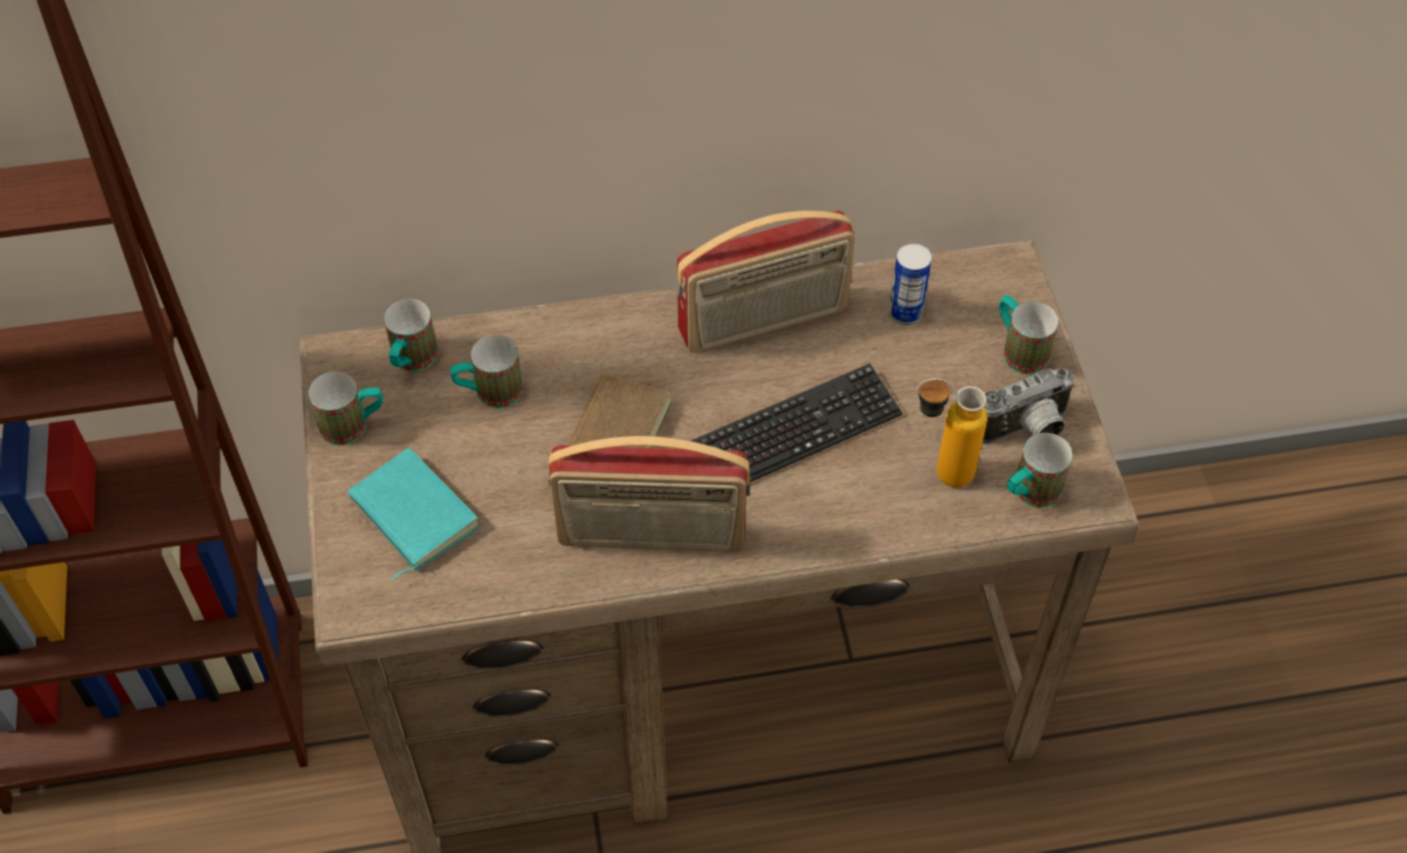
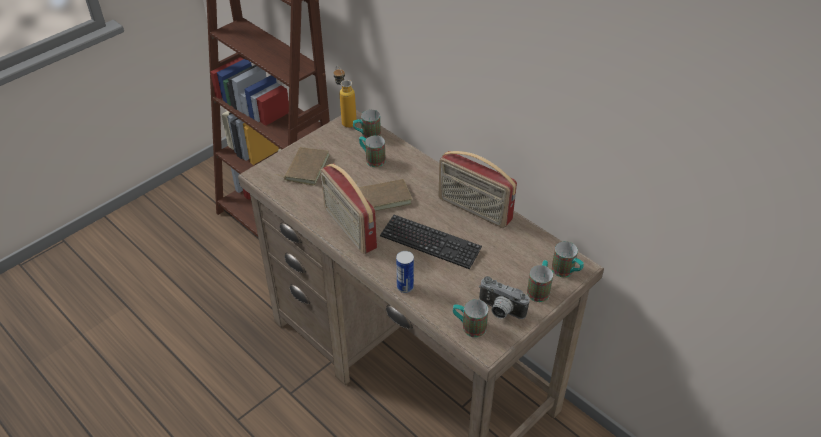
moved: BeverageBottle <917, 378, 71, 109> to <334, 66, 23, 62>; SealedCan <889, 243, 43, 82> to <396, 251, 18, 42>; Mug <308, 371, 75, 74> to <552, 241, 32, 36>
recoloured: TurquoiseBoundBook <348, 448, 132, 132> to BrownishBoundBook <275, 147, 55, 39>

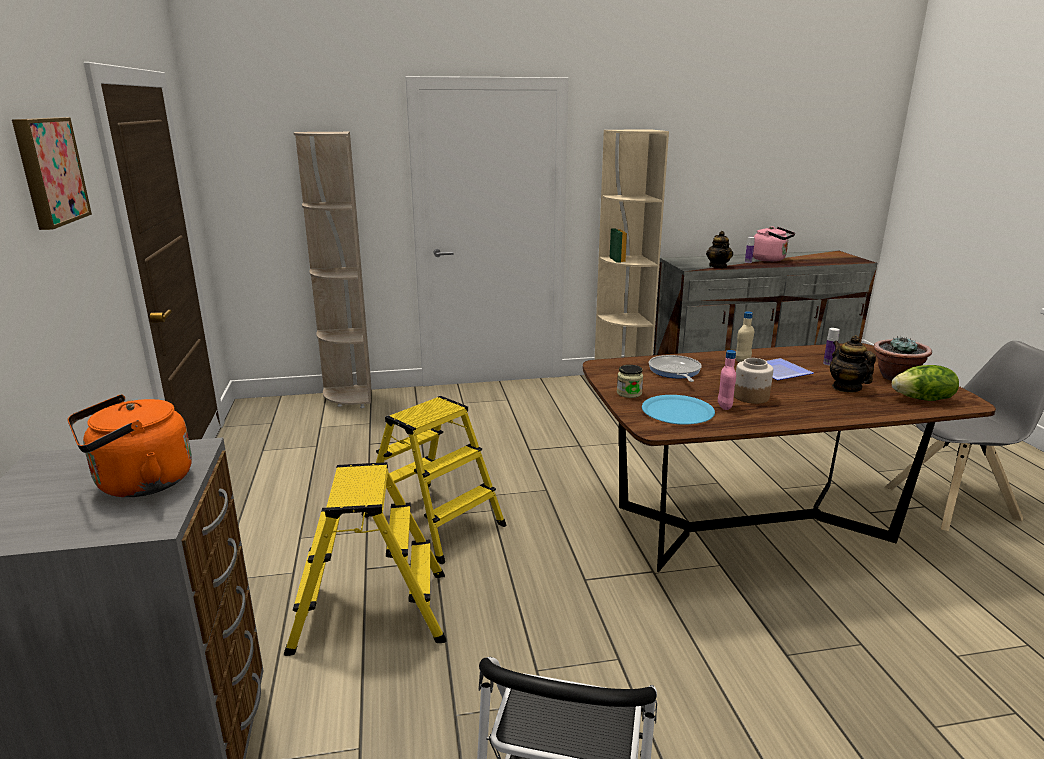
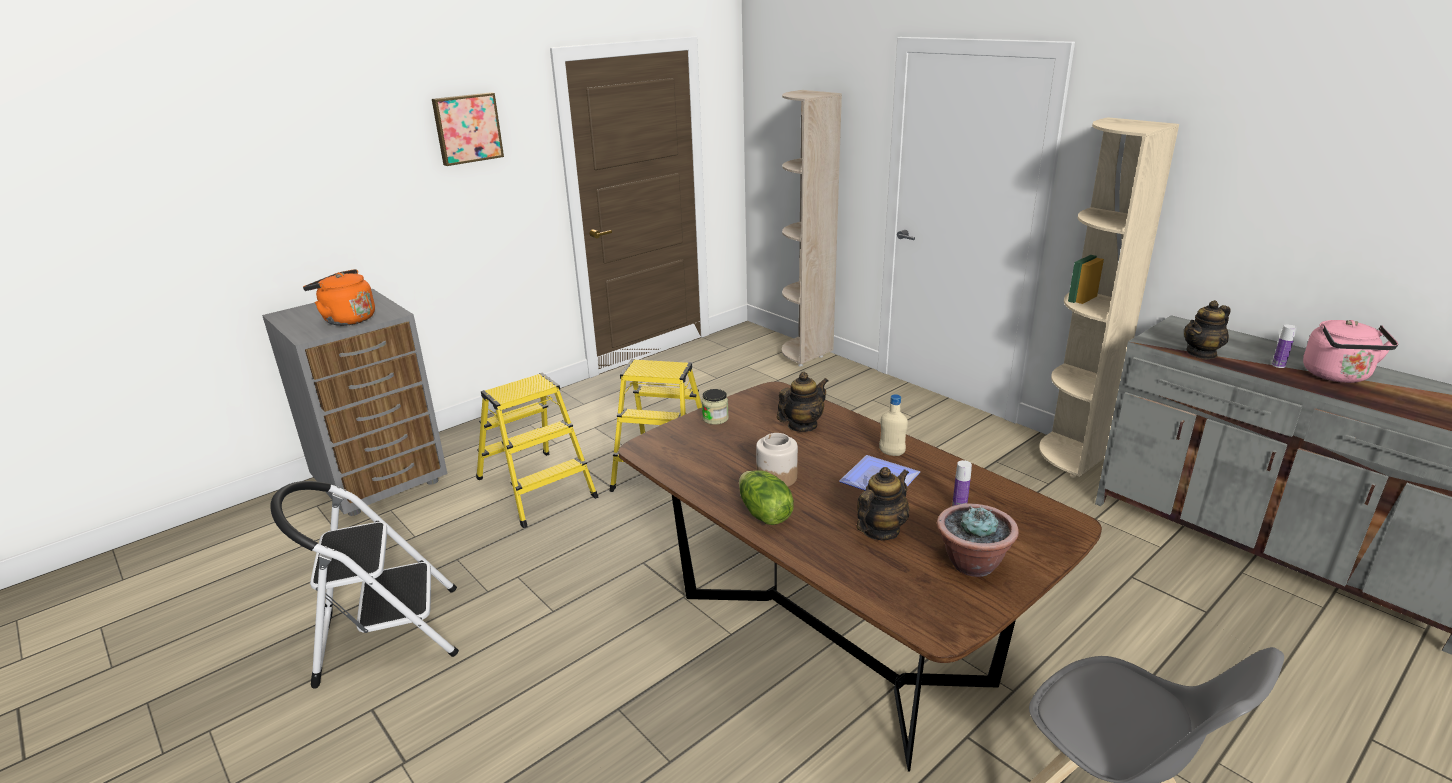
removed: BlueColouredFlatDish <642, 395, 73, 30>; PinkishBeverageBottle <718, 350, 18, 60>
moved: Lettuce <892, 365, 67, 36> to <739, 470, 55, 55>
replaced: Skillet <649, 355, 53, 27> to Teapot <777, 372, 51, 60>

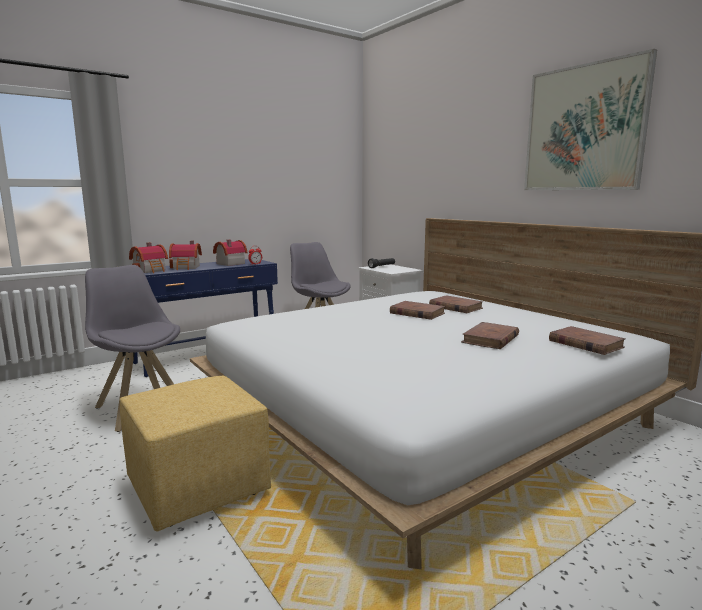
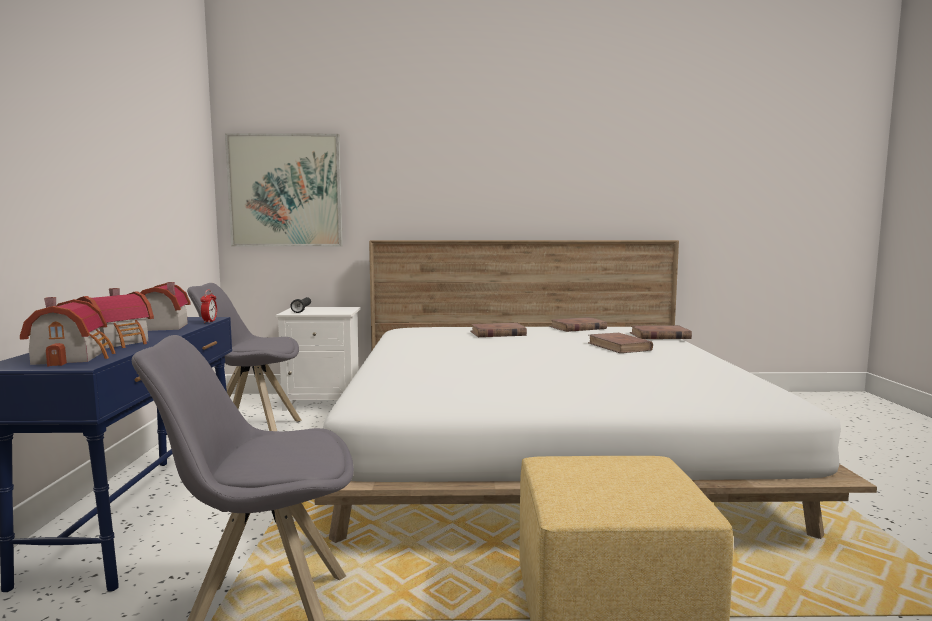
moved: WallPicture <524, 49, 133, 141> to <225, 133, 118, 114>; BrownishBoundBook <390, 301, 55, 19> to <550, 317, 57, 15>

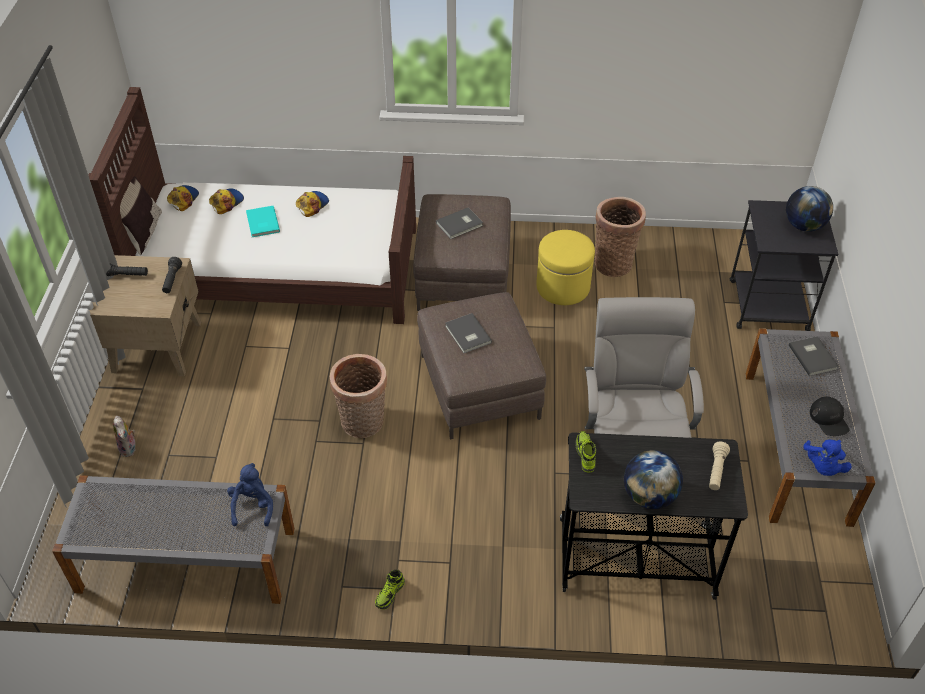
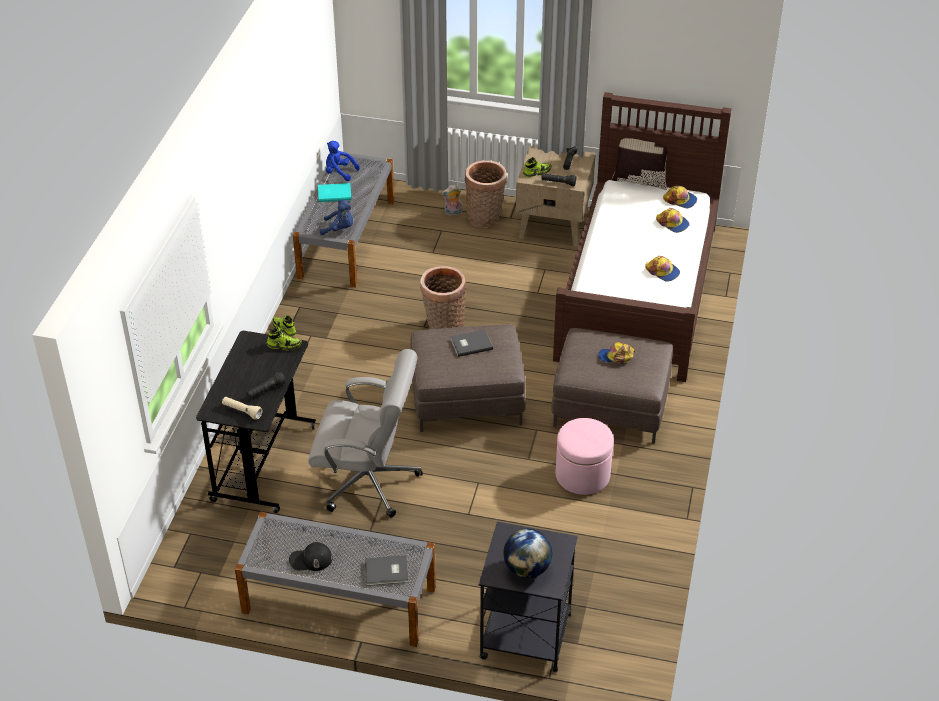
removed: DeskGlobe <624, 450, 59, 59>
added: BlackFlashlight <246, 372, 40, 27>; ItemOfFootwear <523, 157, 29, 20>
moved: TurquoiseBoundBook <246, 206, 34, 31> to <318, 183, 33, 19>; BlueColouredSoftToy <803, 440, 49, 36> to <326, 141, 34, 40>; Basket <595, 197, 51, 80> to <465, 160, 42, 68>
replaced: GrayBoundBook <436, 207, 47, 32> to Cap <598, 342, 37, 21>
recoloured: YellowOttoman <536, 230, 59, 75> to PinkishOttoman <556, 418, 58, 77>

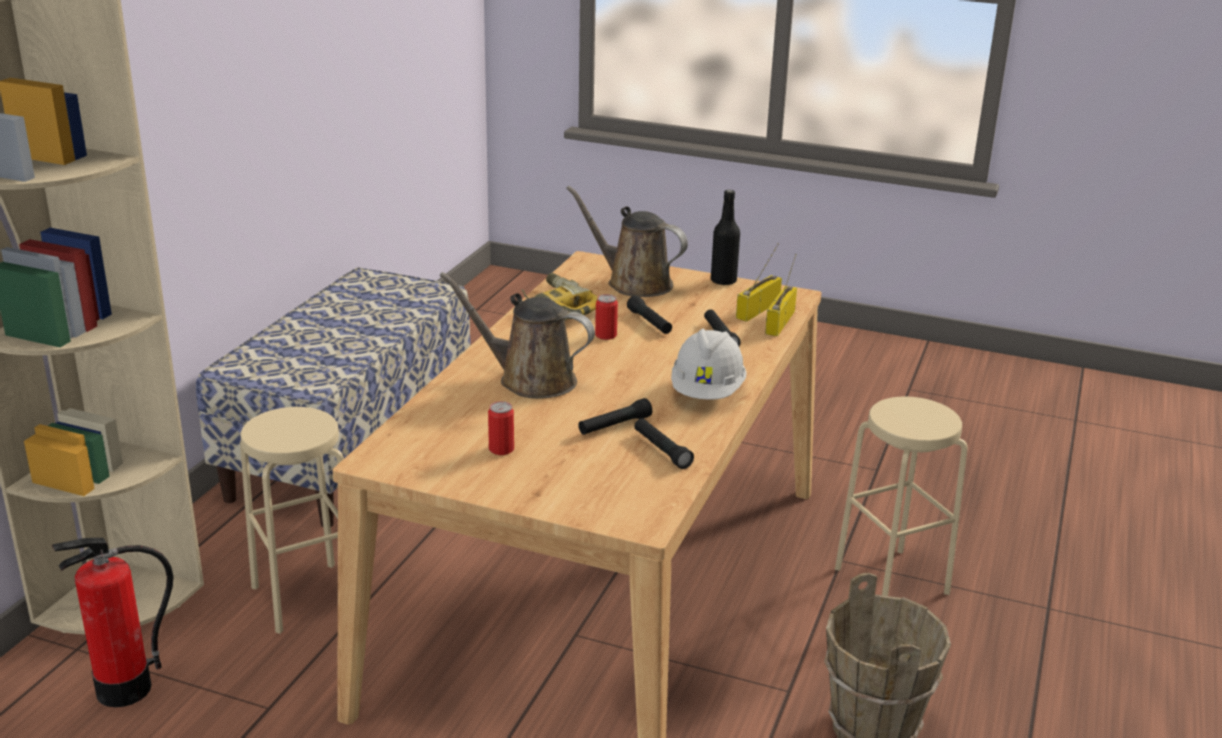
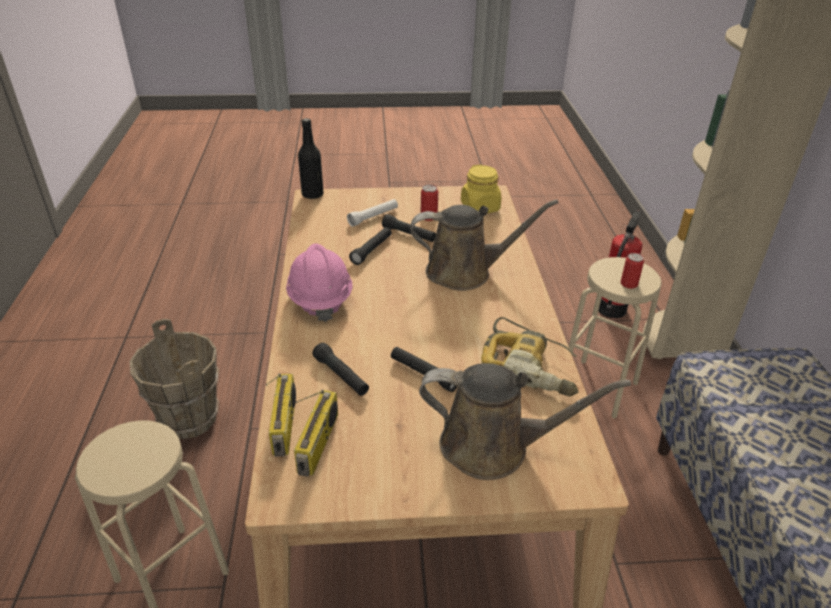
added: WhiteFlashlight <347, 199, 51, 28>; YellowPreserveJar <461, 165, 40, 48>
moved: BlackBeverageBottle <711, 190, 29, 95> to <298, 118, 25, 81>; BlackFlashlight <634, 418, 60, 51> to <382, 214, 54, 28>; SealedCan <595, 294, 23, 46> to <621, 253, 23, 36>
recoloured: WhiteHardHat <671, 329, 76, 70> to PinkishHardHat <286, 243, 66, 79>

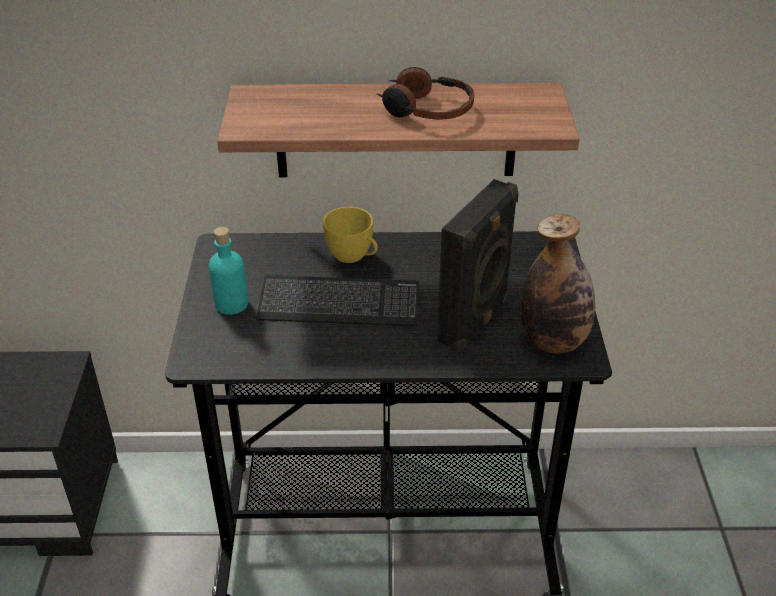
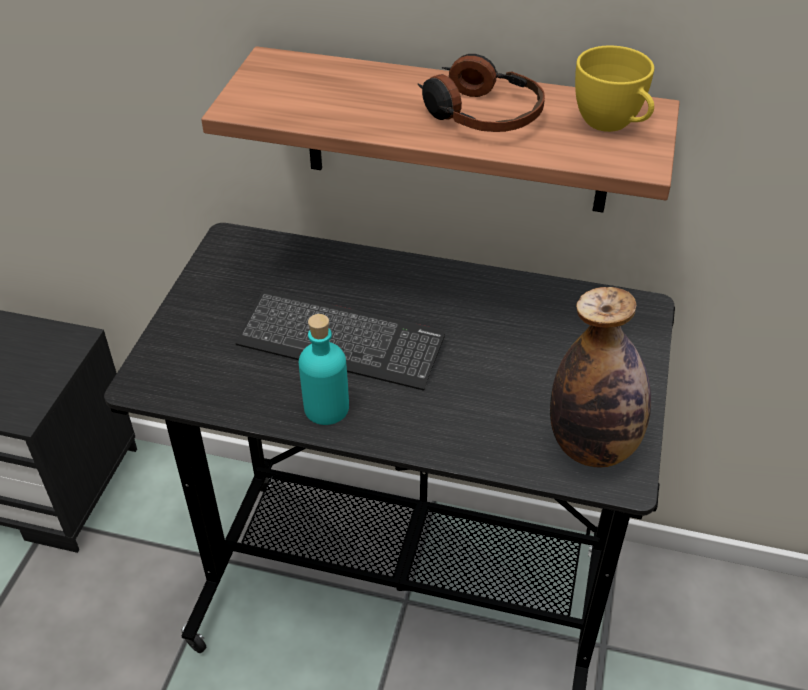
removed: BlackAudioSpeaker <437, 179, 82, 173>
moved: TurquoiseBeverageBottle <209, 227, 39, 88> to <299, 314, 50, 111>; YellowCup <323, 207, 55, 56> to <575, 46, 79, 86>

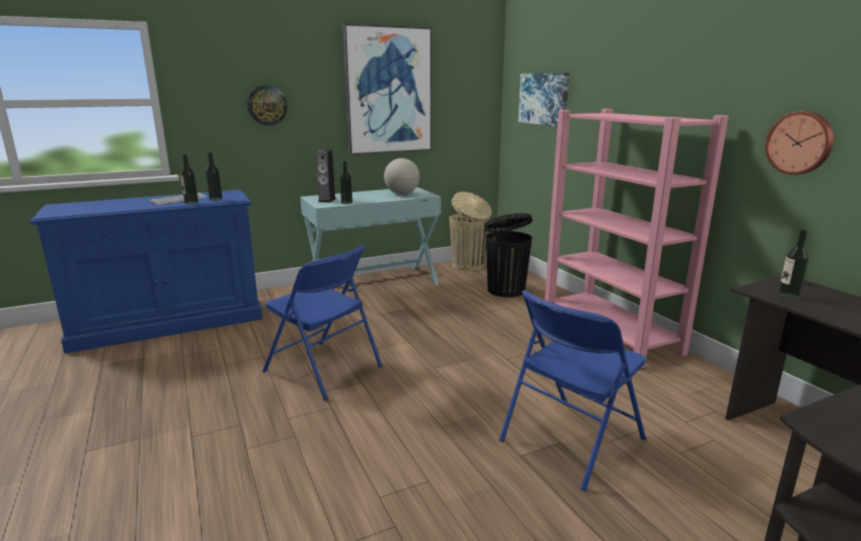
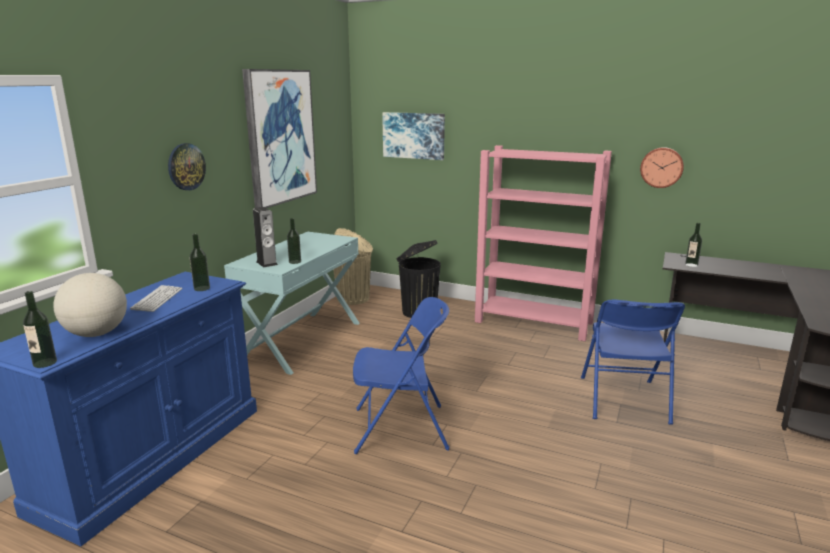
moved: BeverageBottle <180, 154, 19, 50> to <23, 291, 34, 77>; DeskGlobe <384, 158, 36, 37> to <53, 273, 74, 64>

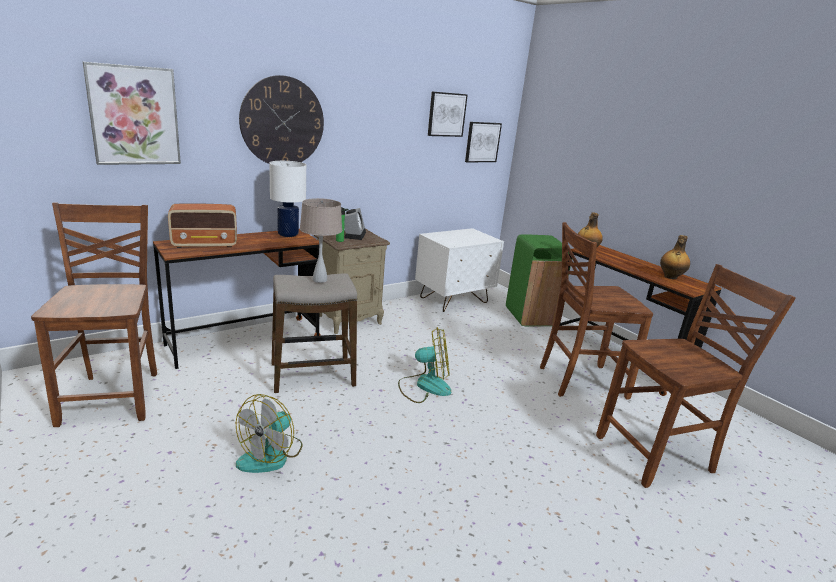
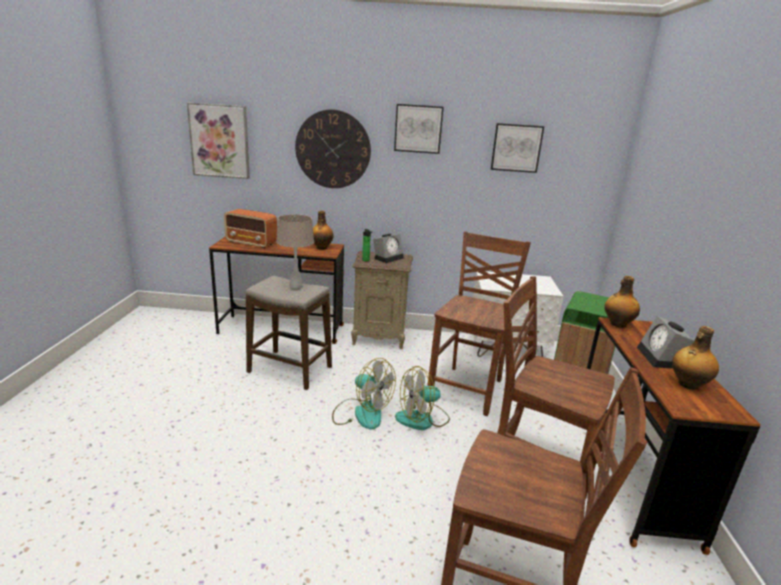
added: BedsideClock <637, 316, 57, 53>
moved: WallPicture <465, 122, 37, 41> to <394, 104, 50, 50>; CoolingFan <236, 394, 66, 79> to <395, 366, 55, 64>; BrownishChair <31, 202, 126, 225> to <427, 231, 104, 185>
replaced: WhiteTabletopLamp <269, 161, 37, 76> to BeverageBottle <313, 211, 21, 39>

